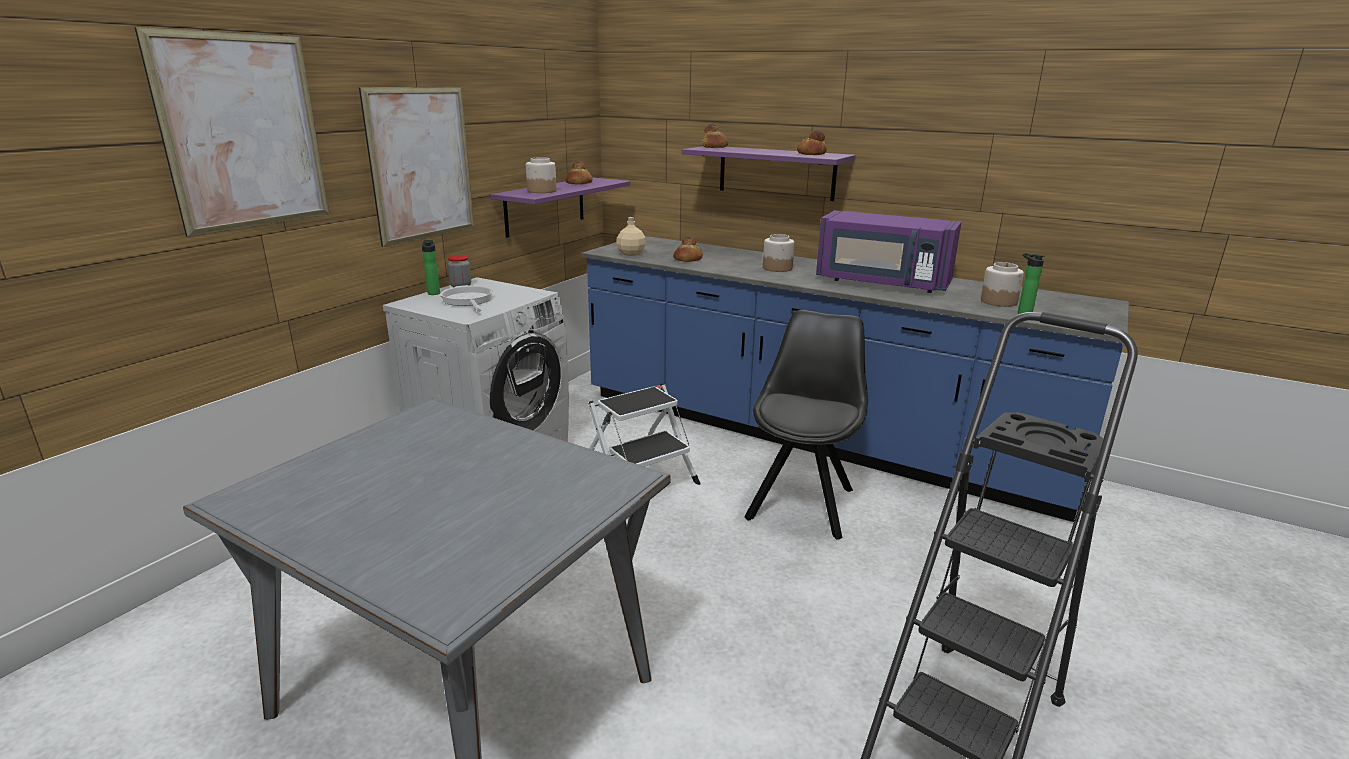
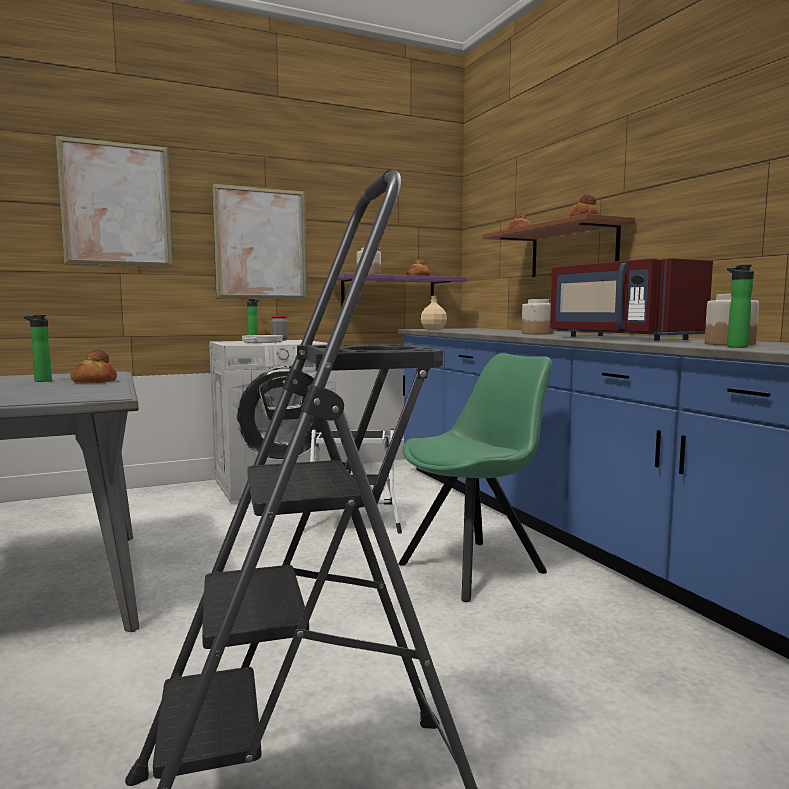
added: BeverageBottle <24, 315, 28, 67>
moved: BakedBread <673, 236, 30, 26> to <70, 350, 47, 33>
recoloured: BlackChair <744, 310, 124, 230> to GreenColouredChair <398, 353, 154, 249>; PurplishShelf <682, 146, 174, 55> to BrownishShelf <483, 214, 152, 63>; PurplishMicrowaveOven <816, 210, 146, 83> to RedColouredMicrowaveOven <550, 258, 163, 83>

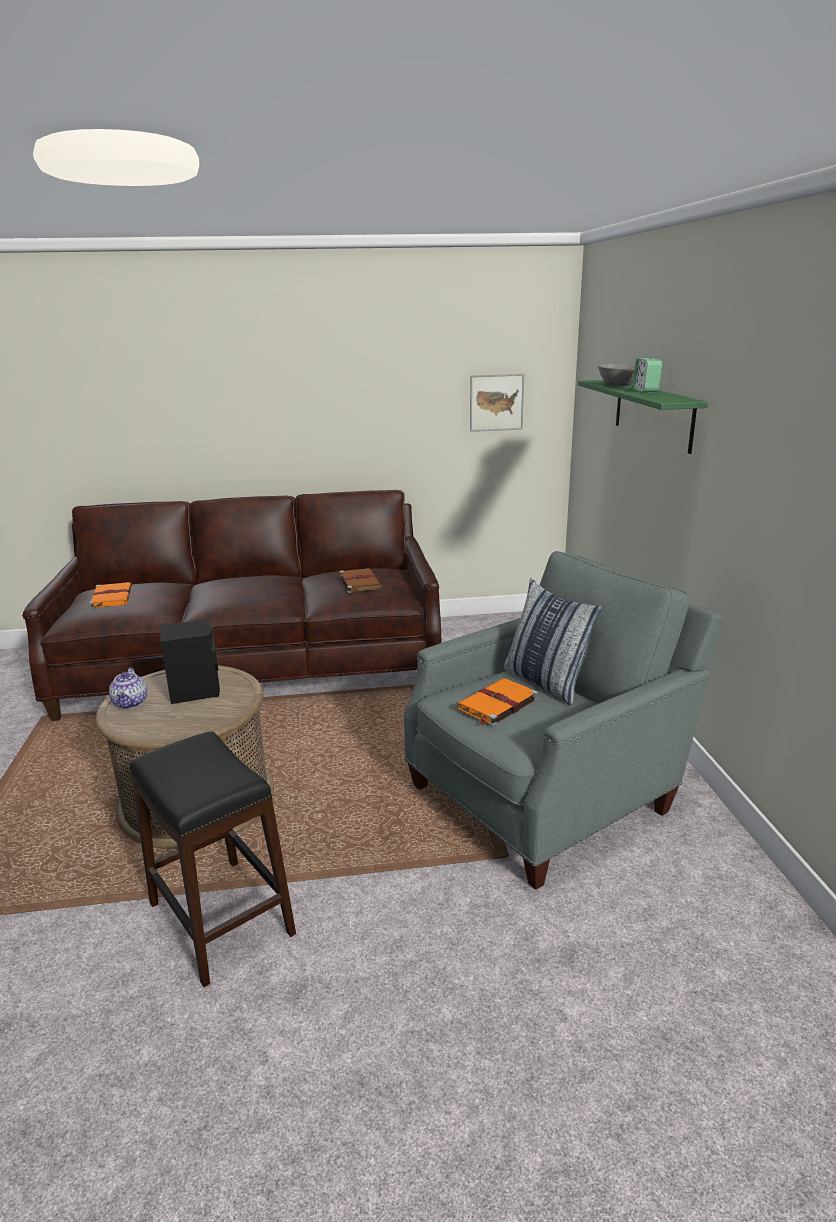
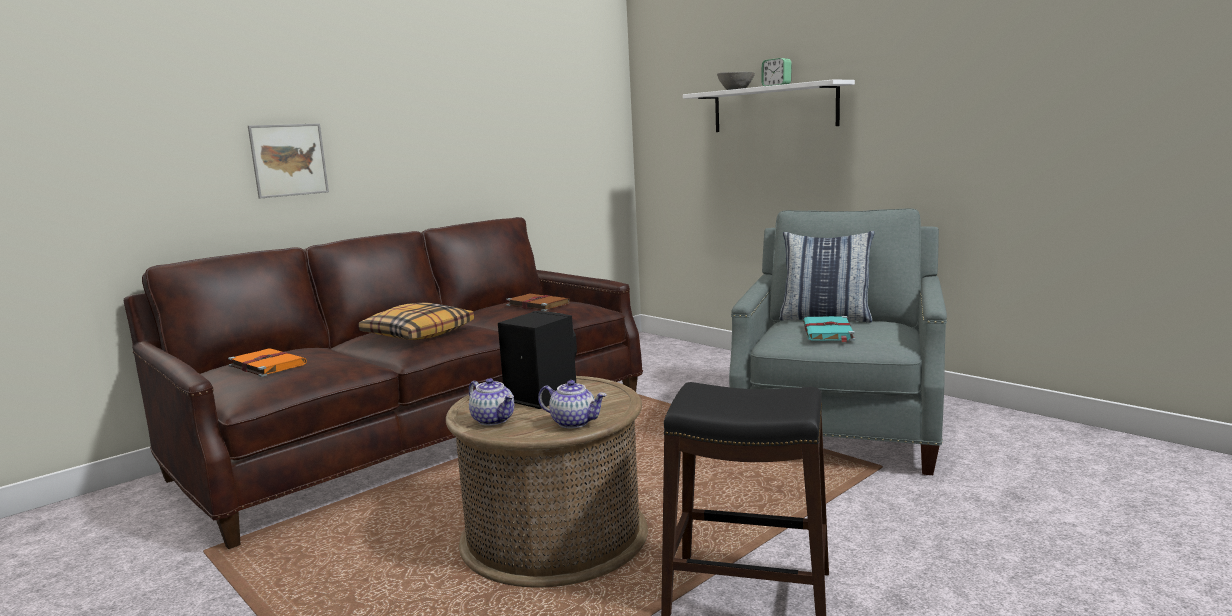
added: Pillow <359, 302, 115, 38>; Teapot <538, 380, 68, 48>
moved: WallPicture <470, 374, 55, 58> to <248, 123, 81, 76>
recoloured: GreenColouredShelf <578, 380, 130, 74> to WhiteShelf <683, 80, 172, 52>; OrangeBoundBook <457, 678, 81, 48> to TurquoiseBoundBook <803, 316, 52, 26>

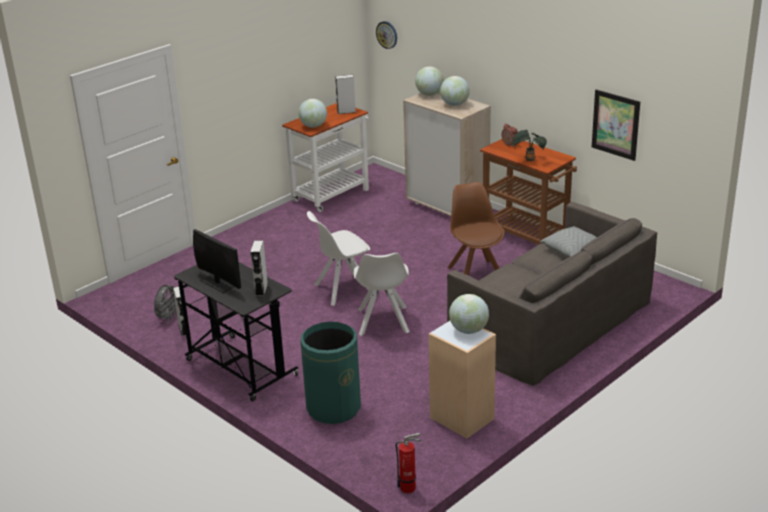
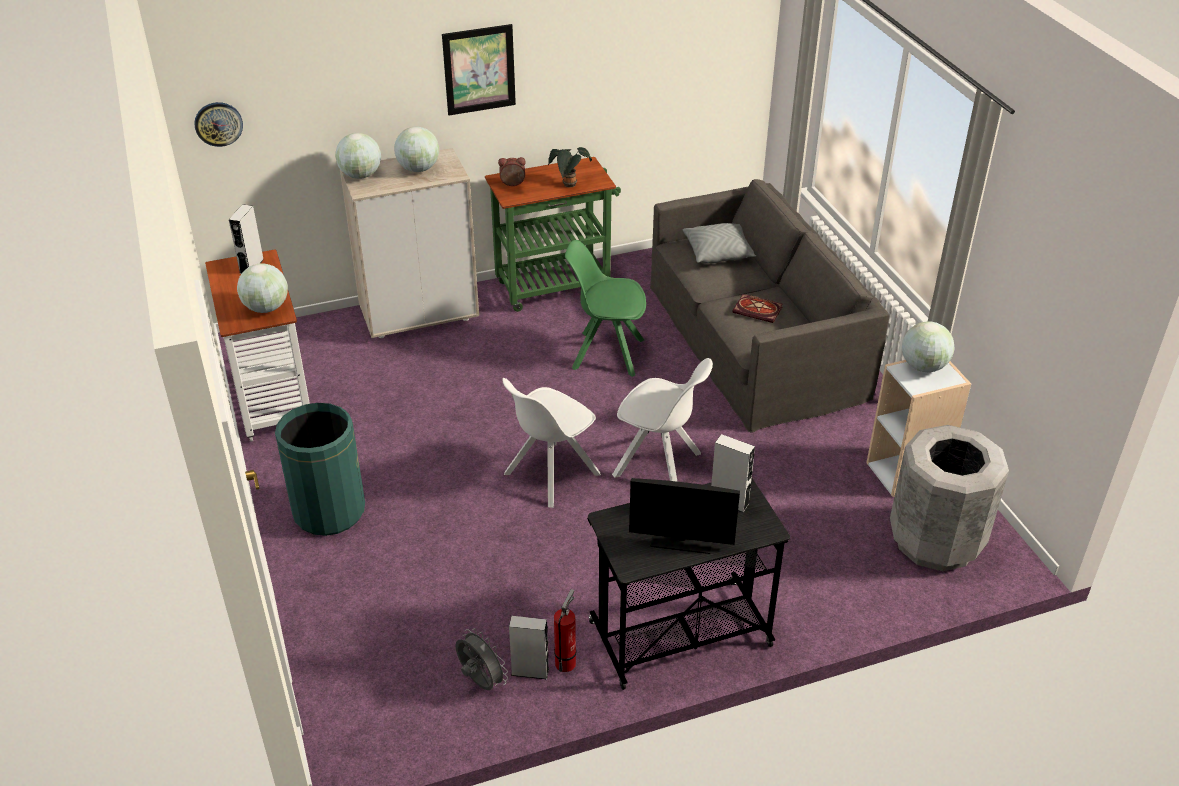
added: BoundBook <733, 294, 50, 29>; GrayRubbishBin <890, 425, 119, 146>
moved: GreenColouredRubbishBin <300, 322, 61, 102> to <275, 403, 90, 133>; WallPicture <592, 89, 48, 72> to <442, 24, 74, 91>; FireExtinguisher <396, 433, 26, 60> to <554, 589, 22, 83>
recoloured: BrownishTrolley <480, 139, 97, 106> to GreenColouredTrolley <485, 157, 136, 155>; BrownishChair <447, 182, 57, 94> to GreenColouredChair <565, 240, 81, 137>
turned: WhiteChair <307, 211, 63, 95> = <502, 378, 99, 130> 45 degrees clockwise; ComputerScreen <193, 229, 48, 64> = <629, 478, 111, 76> 150 degrees counterclockwise

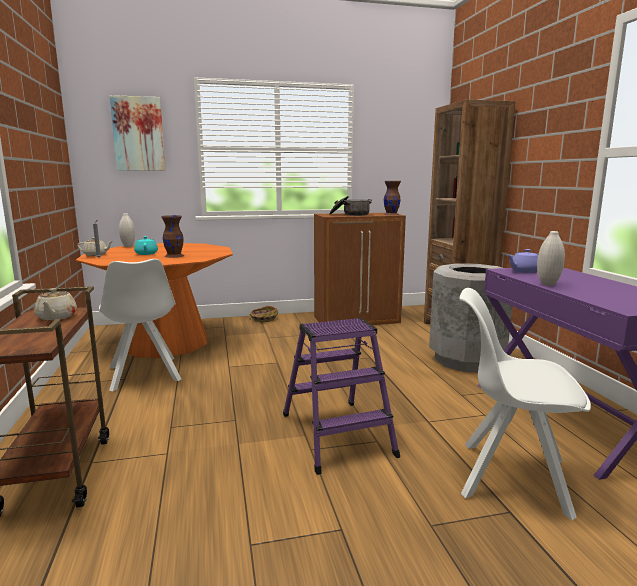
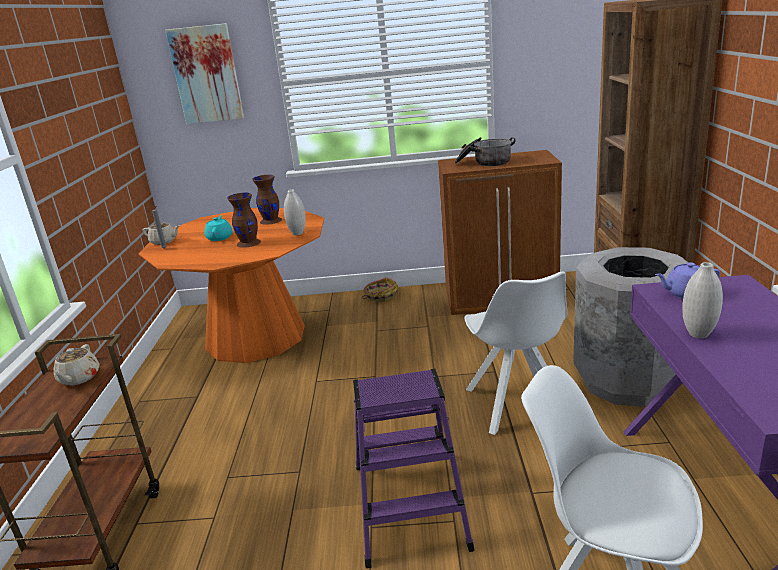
moved: BrownishDecorativeVase <384, 181, 17, 34> to <252, 175, 30, 50>; WhiteDecorativeVase <119, 213, 16, 34> to <284, 189, 22, 46>; WhiteChair <99, 259, 82, 132> to <464, 272, 103, 163>

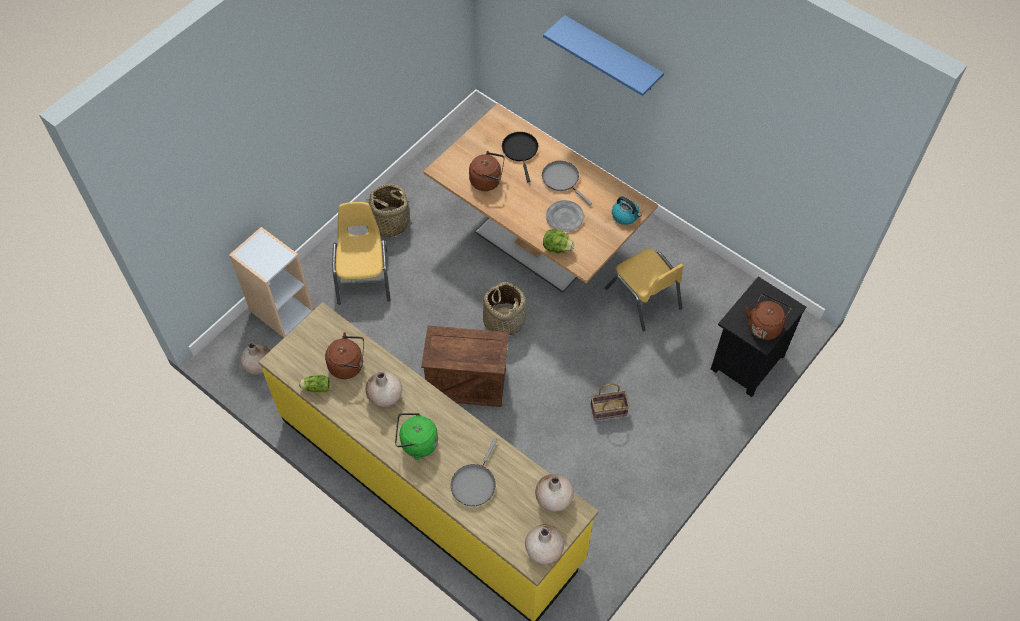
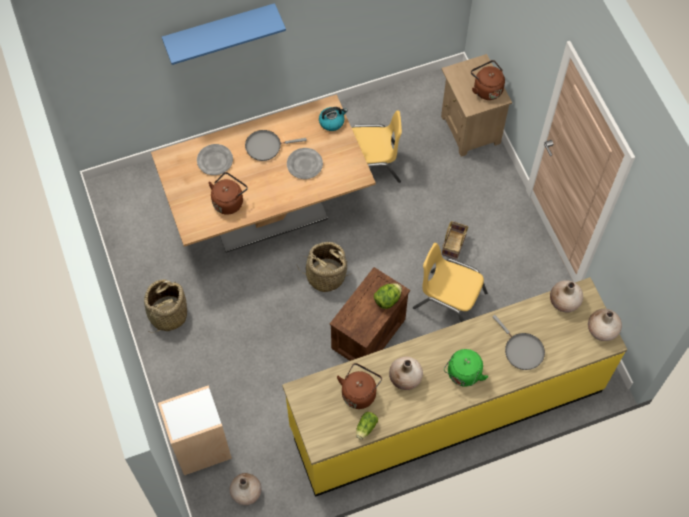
moved: Lettuce <543, 229, 31, 24> to <374, 283, 28, 26>; YellowChair <332, 202, 58, 103> to <413, 243, 75, 79>
replaced: BlackSkillet <502, 132, 36, 51> to GrayFlatDish <197, 144, 36, 31>
recoloured: BlackBedsideTable <711, 276, 95, 121> to BeigeColouredBedsideTable <441, 54, 71, 103>

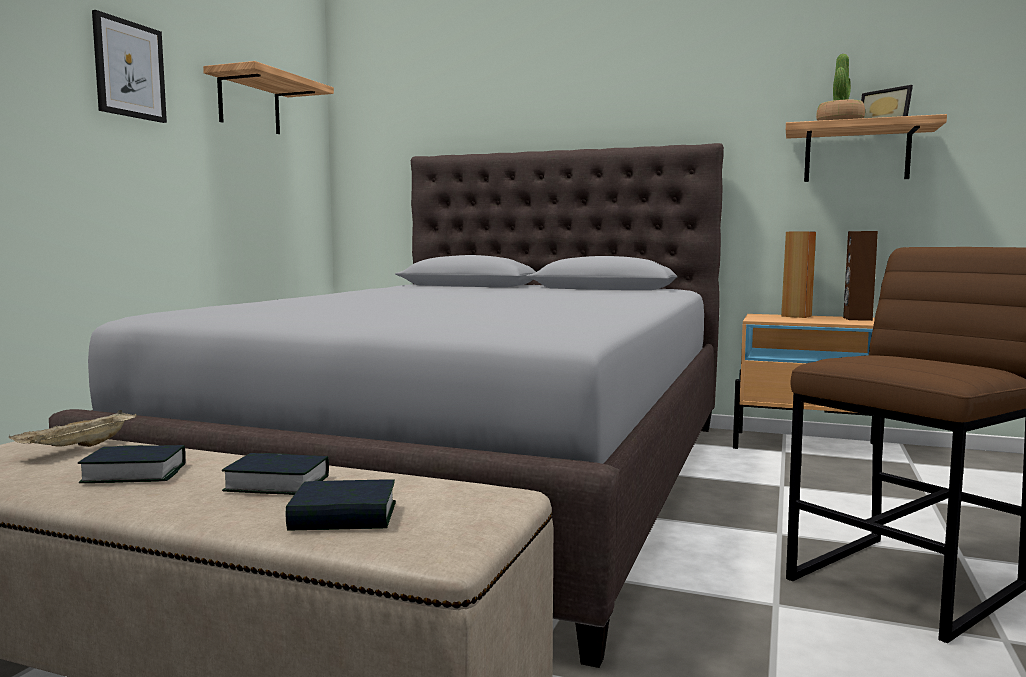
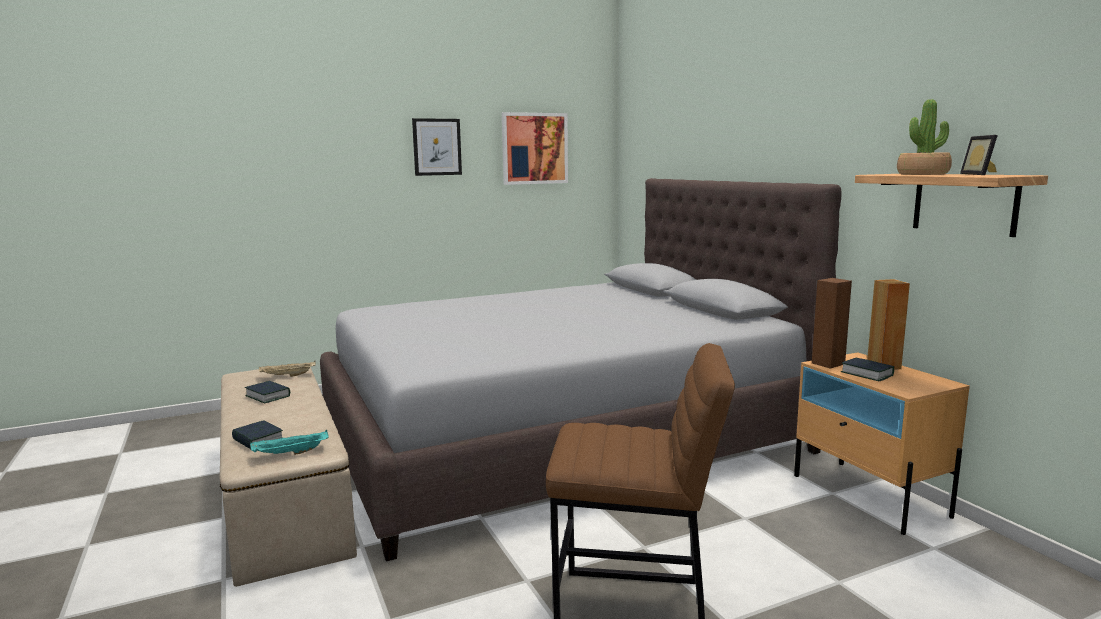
added: TurquoiseServingTray <250, 430, 79, 25>
moved: BrownishAudioSpeaker <843, 231, 35, 90> to <812, 278, 40, 91>; BoundBook <222, 453, 107, 42> to <841, 358, 53, 23>
replaced: Shelf <203, 61, 131, 73> to WallPicture <502, 112, 66, 73>

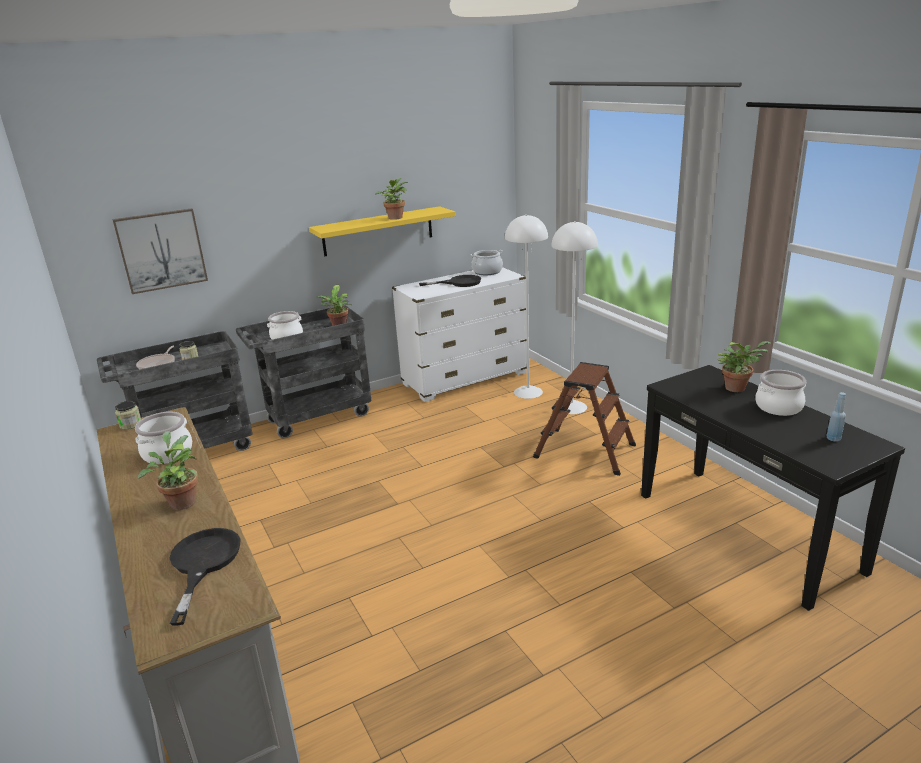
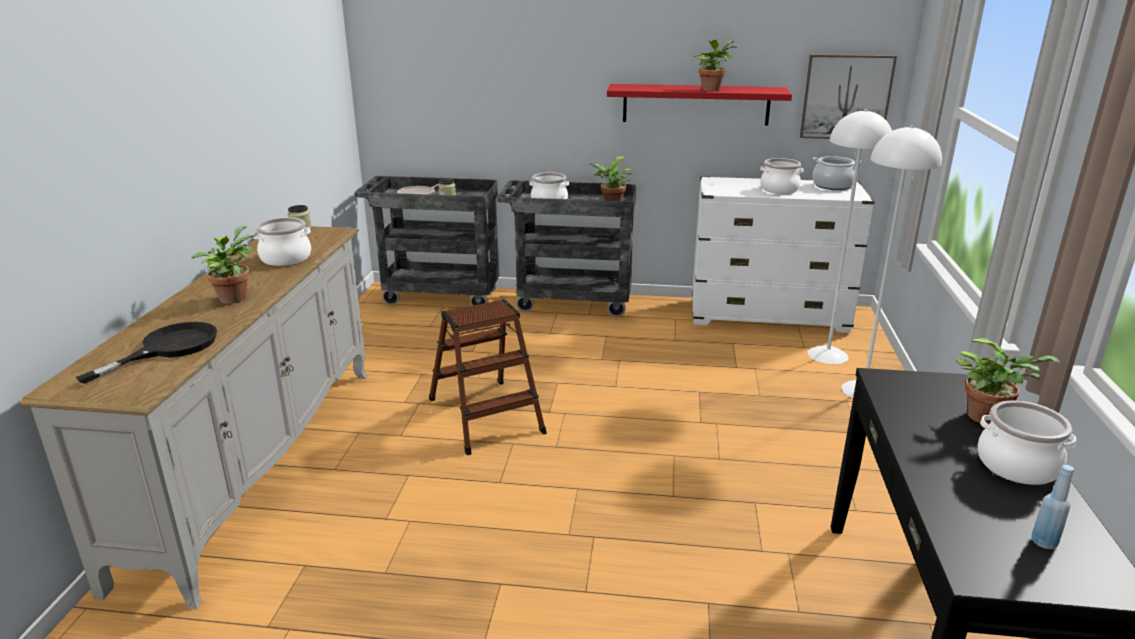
moved: BrownishStepStool <533, 362, 103, 114> to <429, 299, 118, 156>; WallPicture <112, 208, 96, 86> to <800, 54, 97, 85>
replaced: BlackSkillet <419, 275, 62, 12> to Saucepot <760, 158, 43, 36>
recoloured: YellowShelf <309, 206, 147, 50> to RedColouredShelf <607, 84, 185, 42>

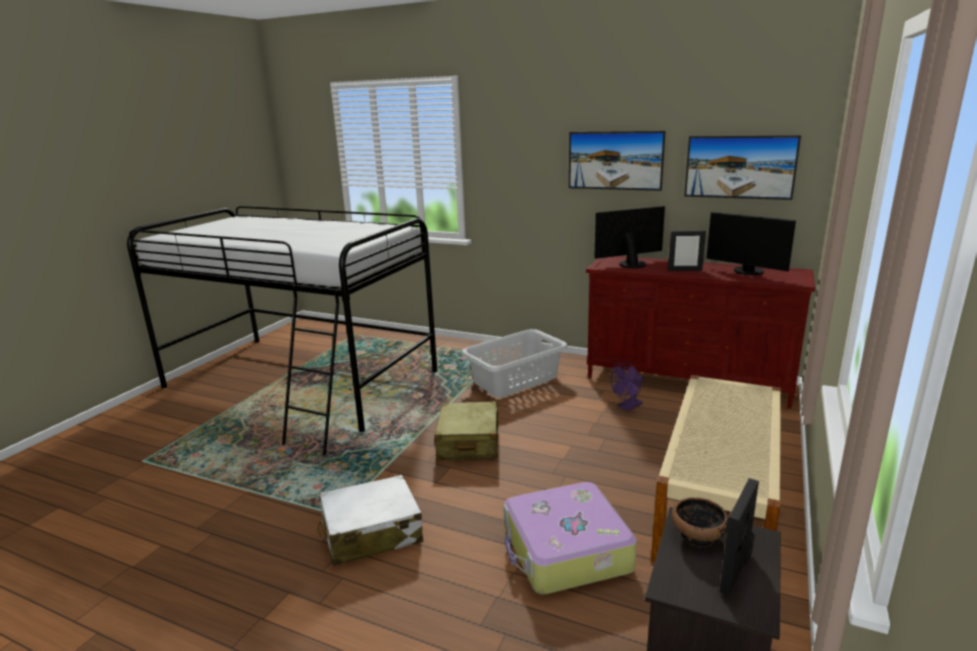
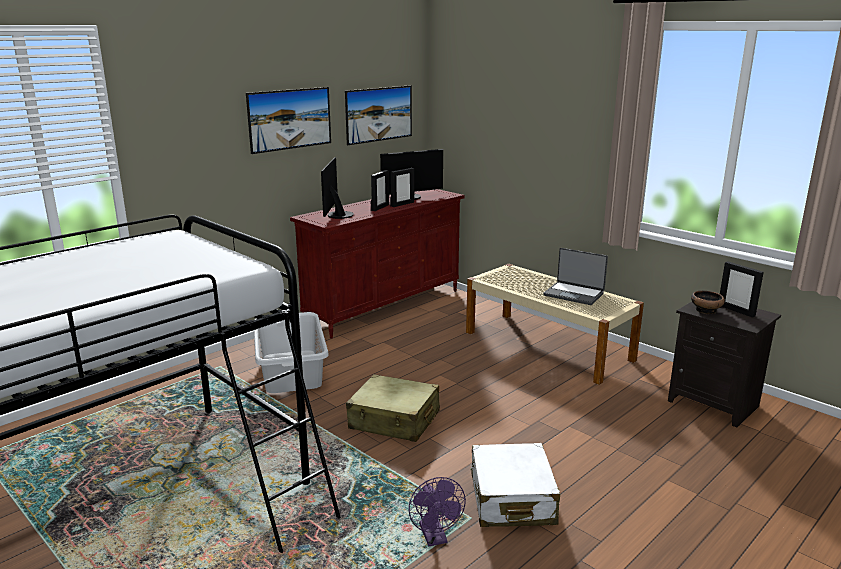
removed: Suitcase <503, 482, 134, 113>
added: PhotoFrame <390, 168, 24, 39>; NotebookComputer <544, 248, 64, 57>
moved: PurplishCoolingFan <610, 362, 34, 49> to <409, 477, 57, 69>

